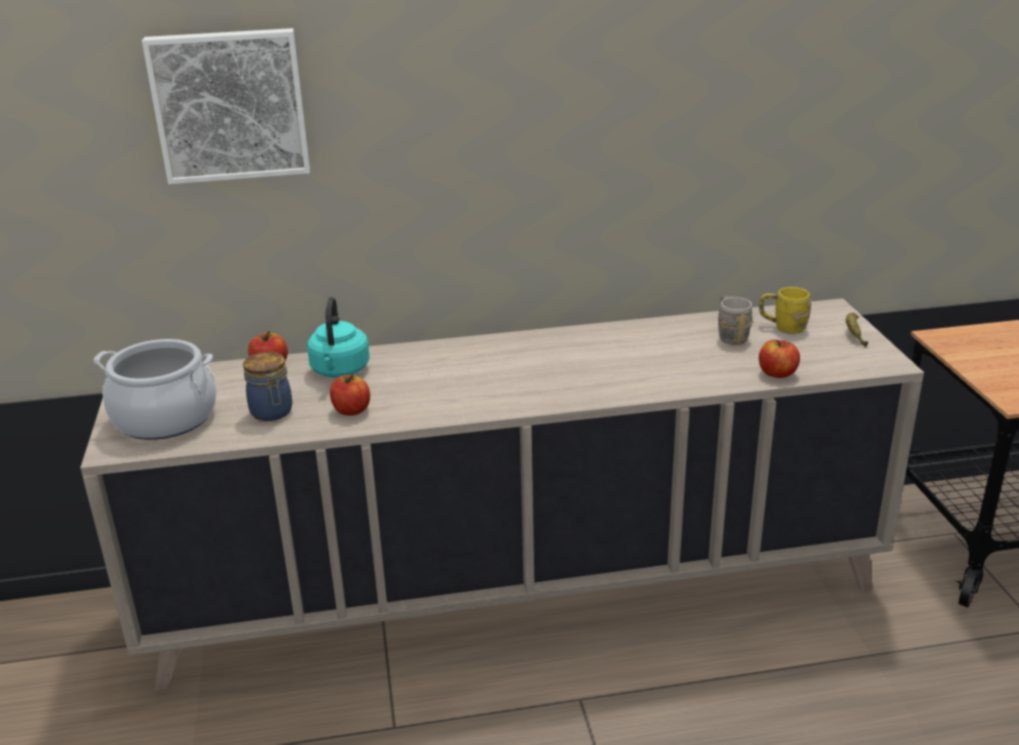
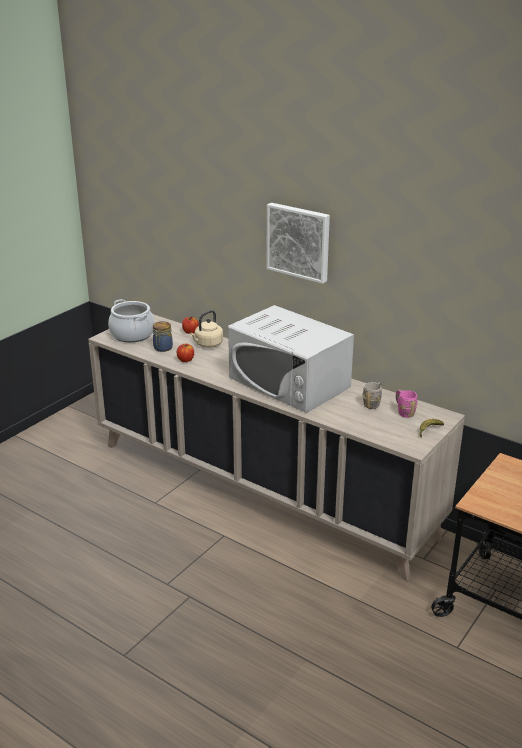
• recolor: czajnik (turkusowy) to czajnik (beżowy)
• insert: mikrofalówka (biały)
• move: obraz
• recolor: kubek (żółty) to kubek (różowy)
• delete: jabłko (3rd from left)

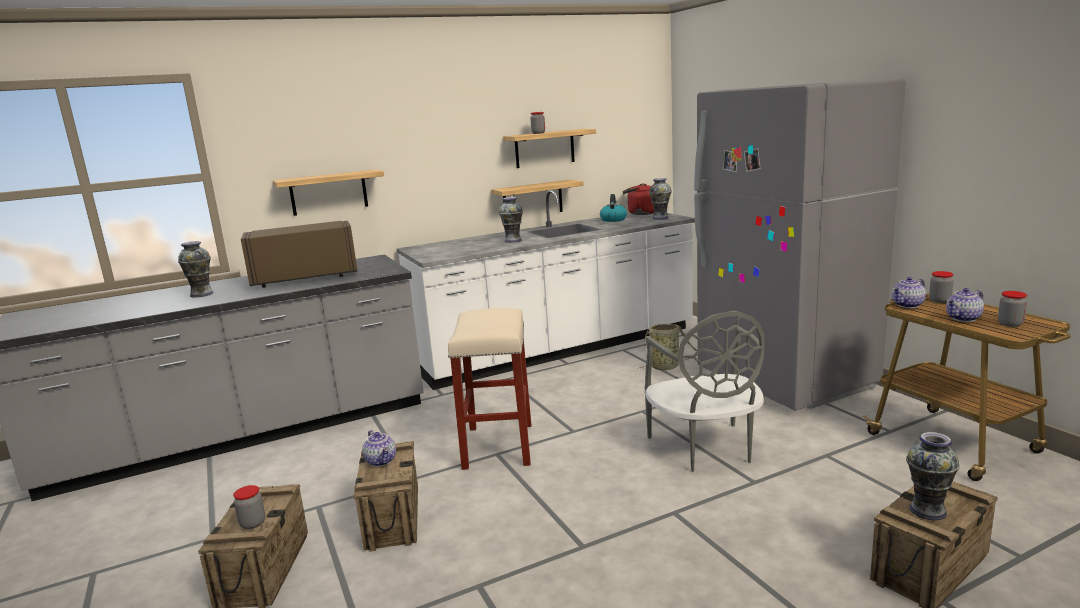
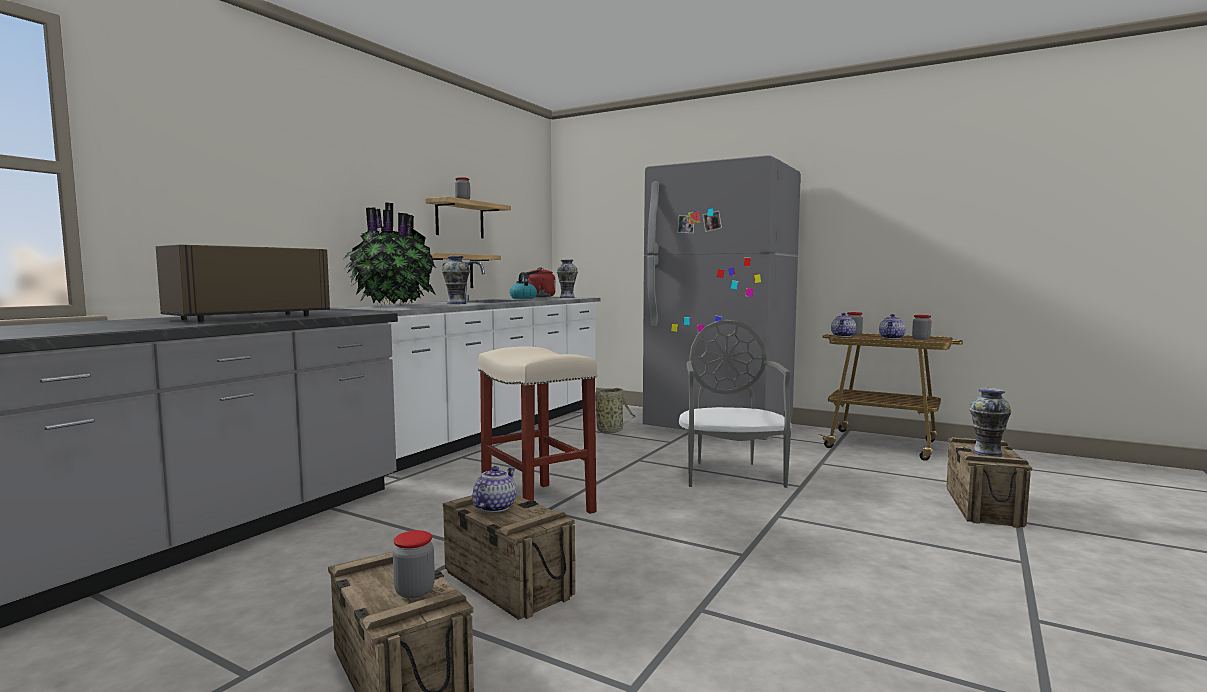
• insert: roślina doniczkowa
• rotate: imbryk (1st from left) 90 degrees counterclockwise
• rotate: krzesło (szary) 135 degrees counterclockwise
• delete: wazon (1st from left)
• delete: półka (1st from left)

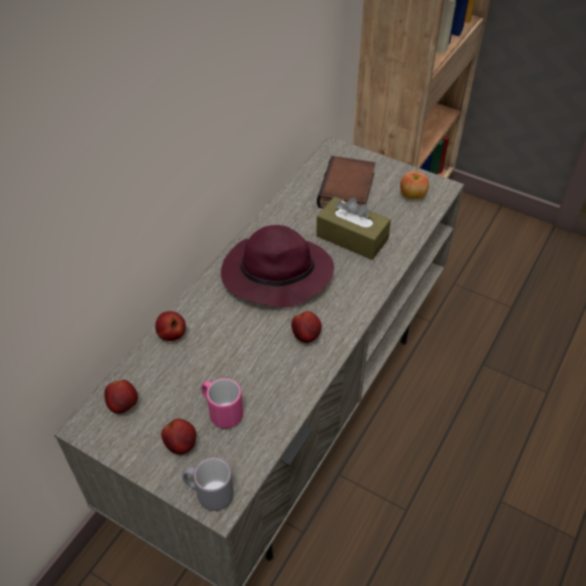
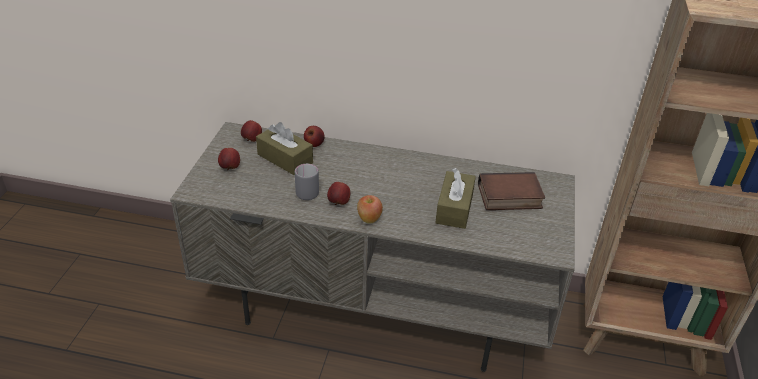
• insert: pudełko chusteczek (brązowy) (1st from left)
• move: kubek (szary)
• move: jabłko (5th from left)
• delete: kubek (różowy)
• delete: kapelusz (fioletowy)

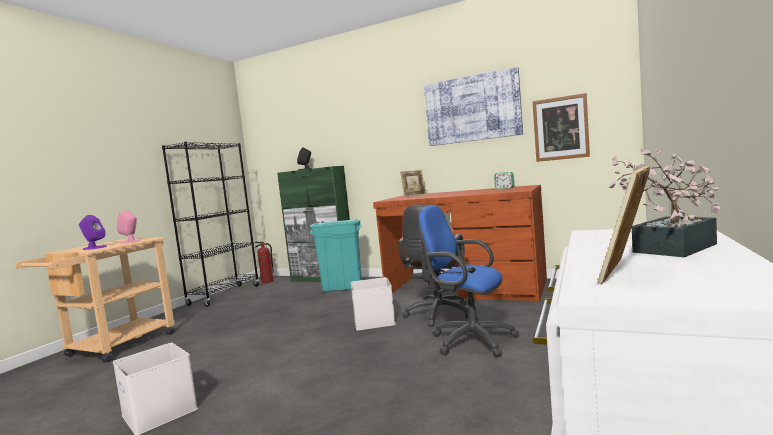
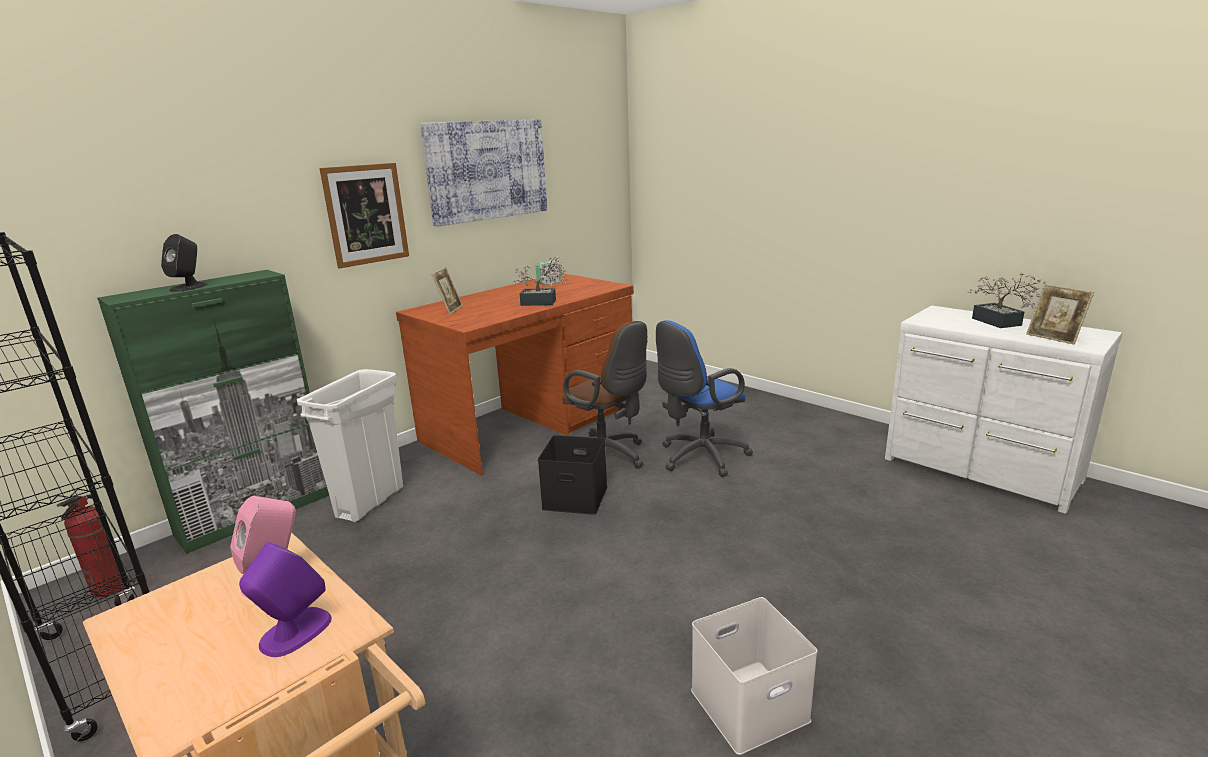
• recolor: kosz na śmieci (turkusowy) to kosz na śmieci (biały)
• move: obraz (2nd from left in the first image) to obraz (1st from left)
• insert: roślina doniczkowa (1st from left)
• recolor: pojemnik do przechowywania (biały) (2nd from left) to pojemnik do przechowywania (czarny)

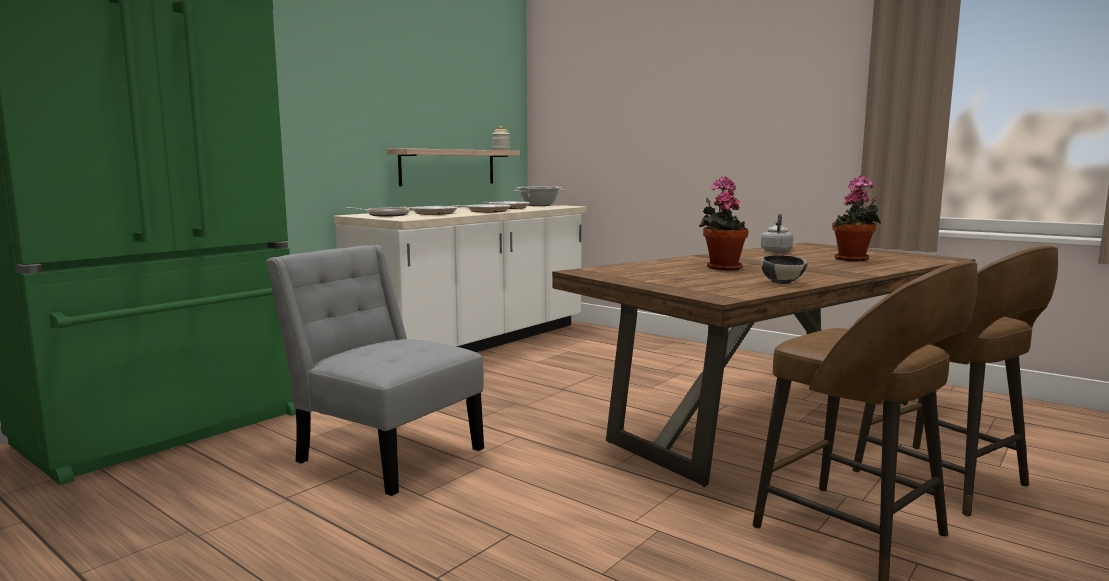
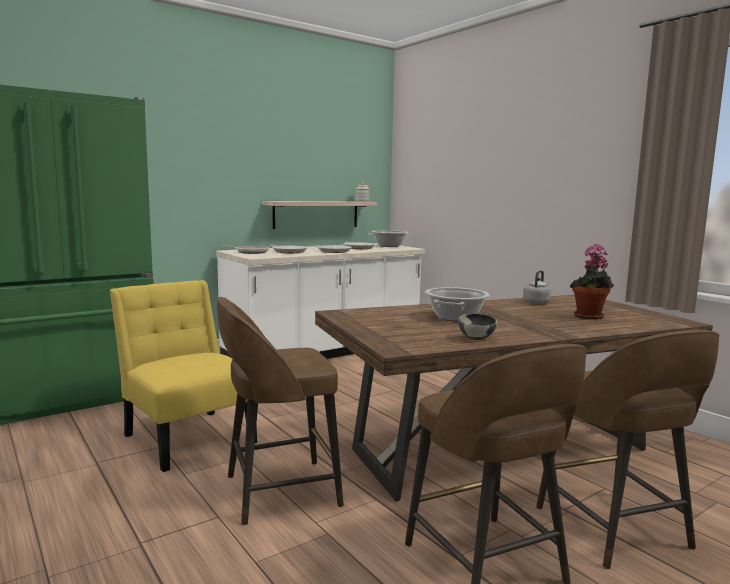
• recolor: krzesło (szary) to krzesło (żółty)
• insert: stołek (brązowy) (1st from left)
• replace: roślina doniczkowa (1st from left) to garnek (2nd from left)

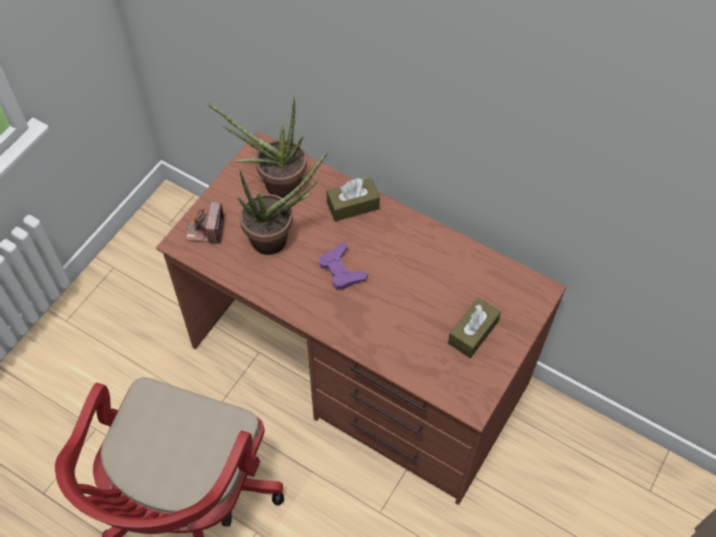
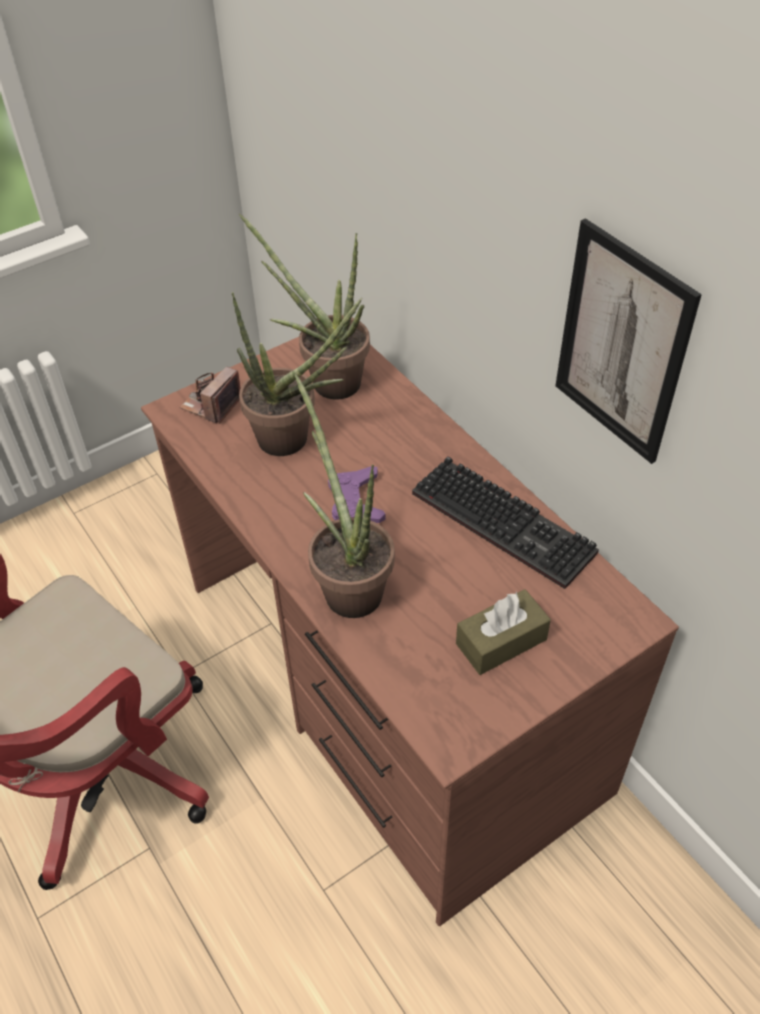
• insert: roślina doniczkowa (3rd from left)
• insert: klawiatura
• insert: obraz
• delete: pudełko chusteczek (brązowy) (1st from left)

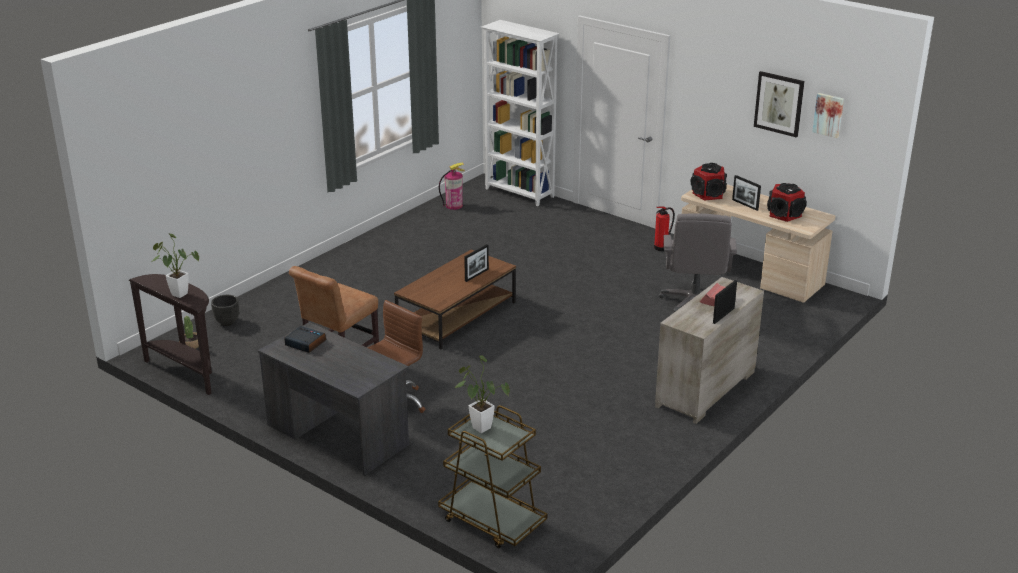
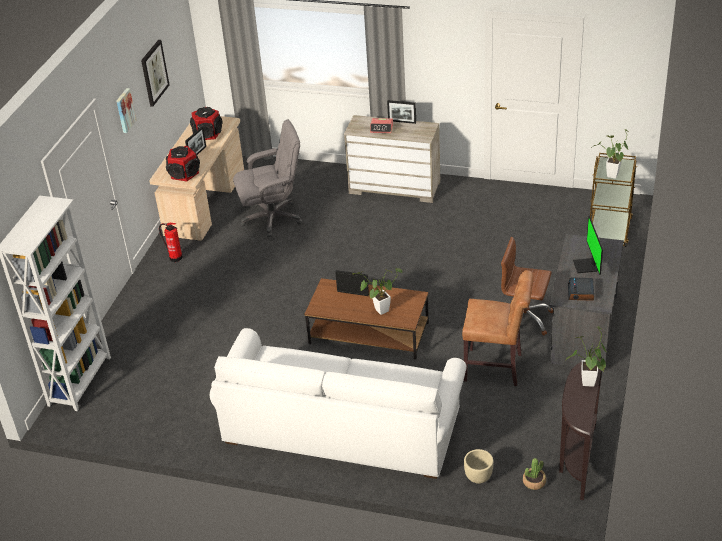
• move: obraz (2nd from left in the first image) to obraz (1st from left)
• insert: kanapa (biały)
• insert: roślina doniczkowa (1st from left)
• recolor: donica (czarny) to donica (beżowy)
• insert: monitor
• delete: gaśnica (1st from left)

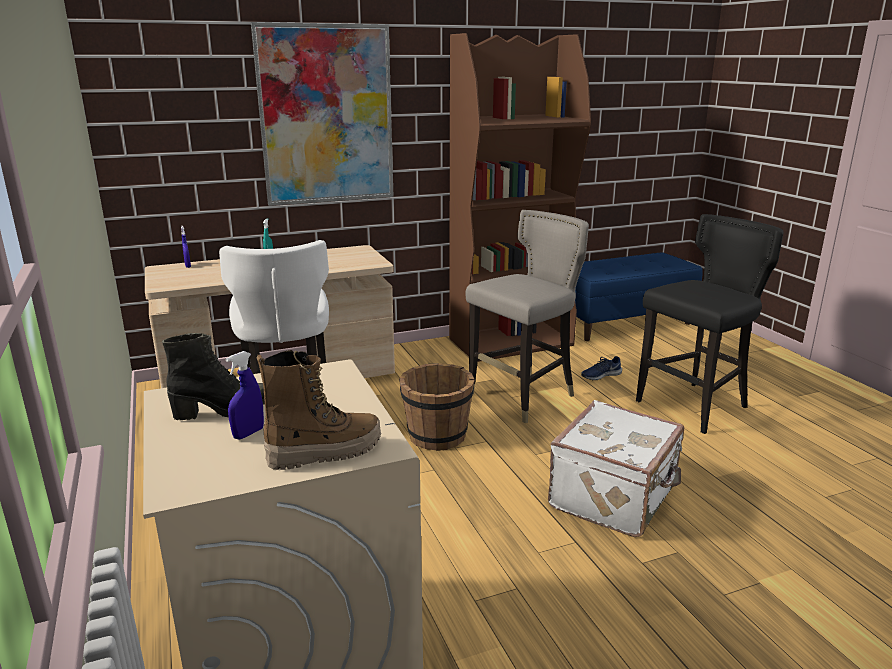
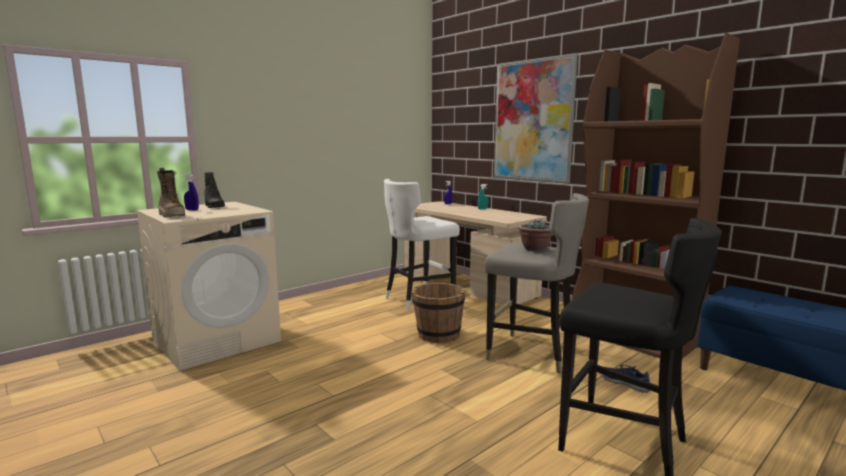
• insert: roślina doniczkowa
• delete: walizka (biały)

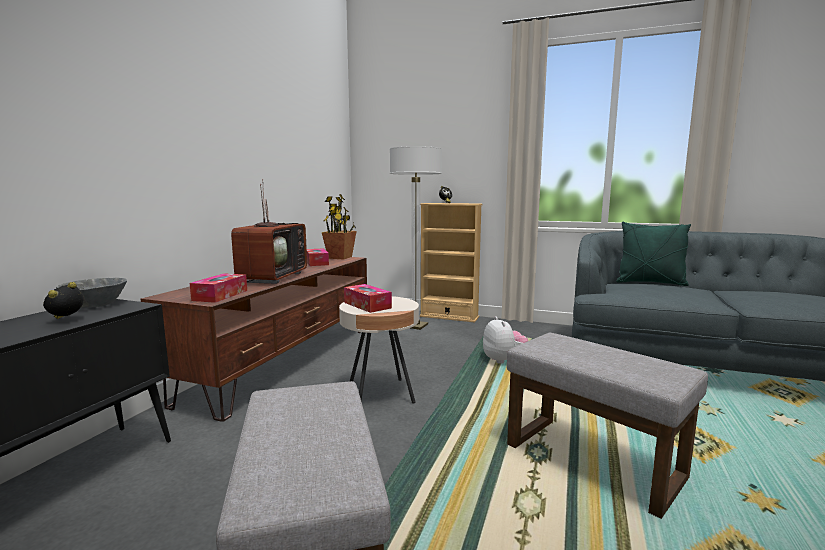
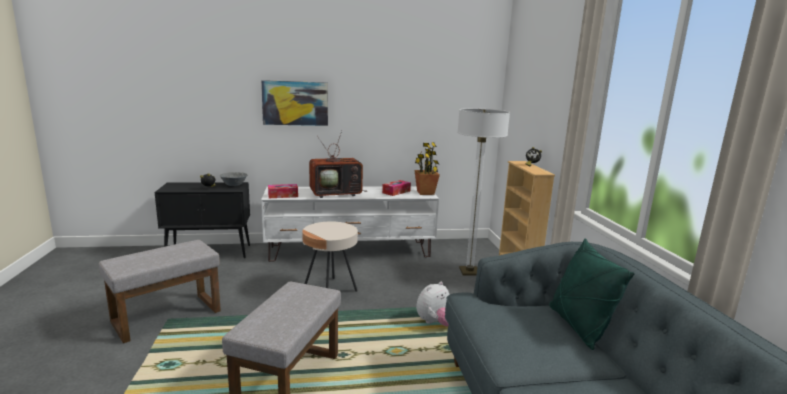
• insert: obraz
• recolor: szafka pod telewizor (brązowy) to szafka pod telewizor (biały)
• delete: pudełko chusteczek (3rd from left)

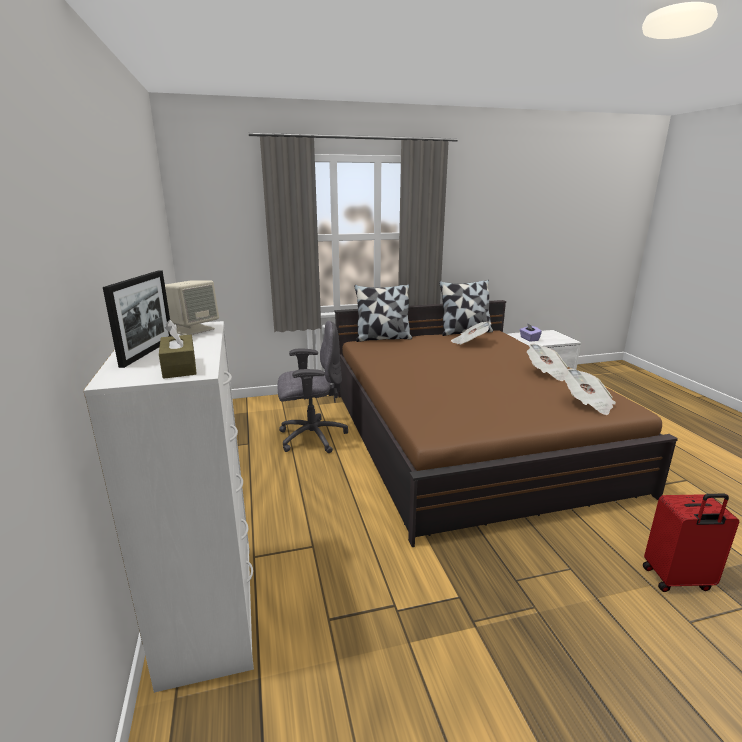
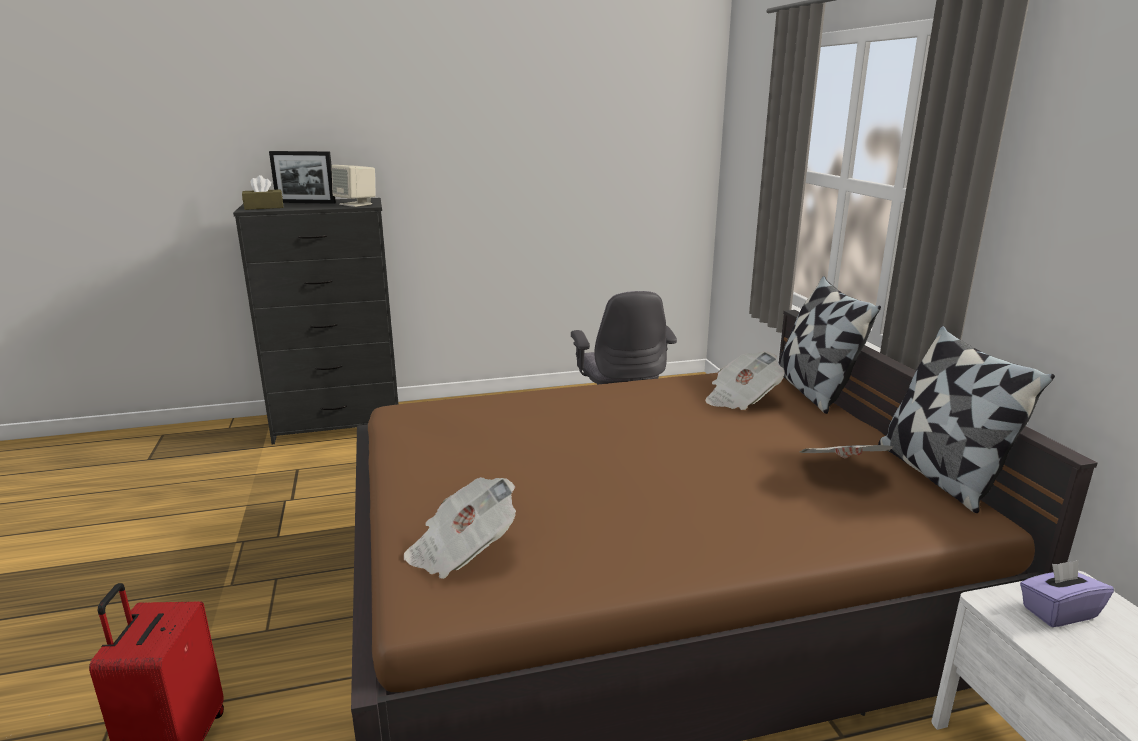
• recolor: komoda (biały) to komoda (czarny)
• move: gazeta (2nd from left)

